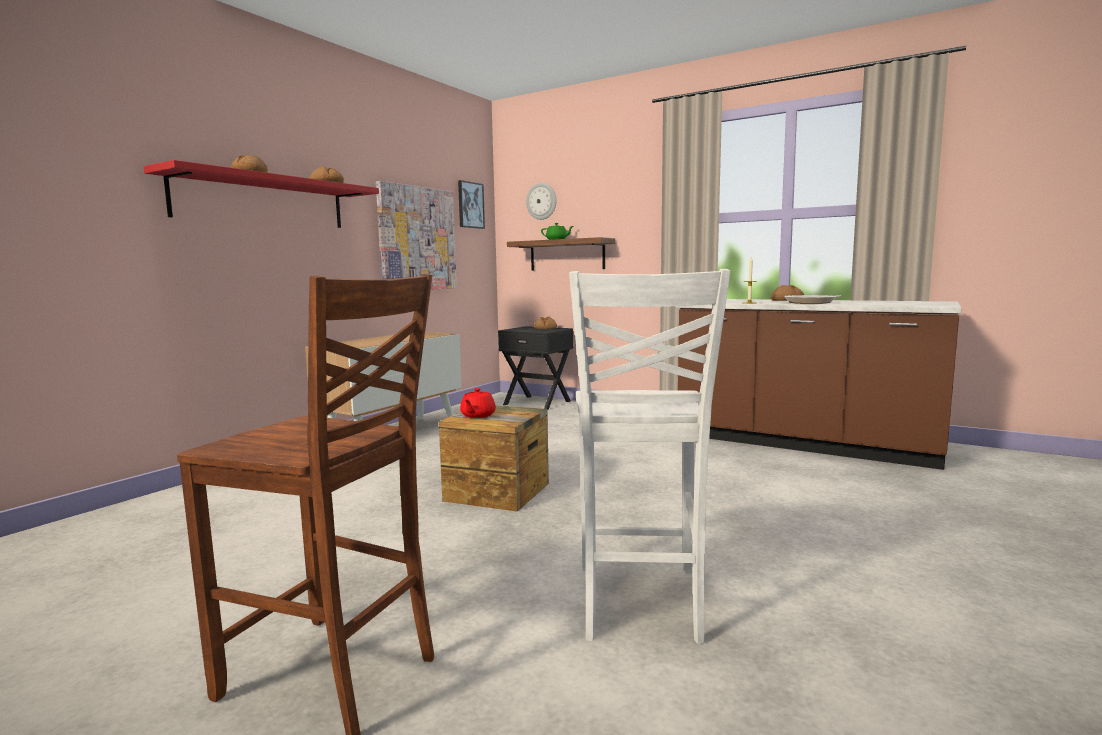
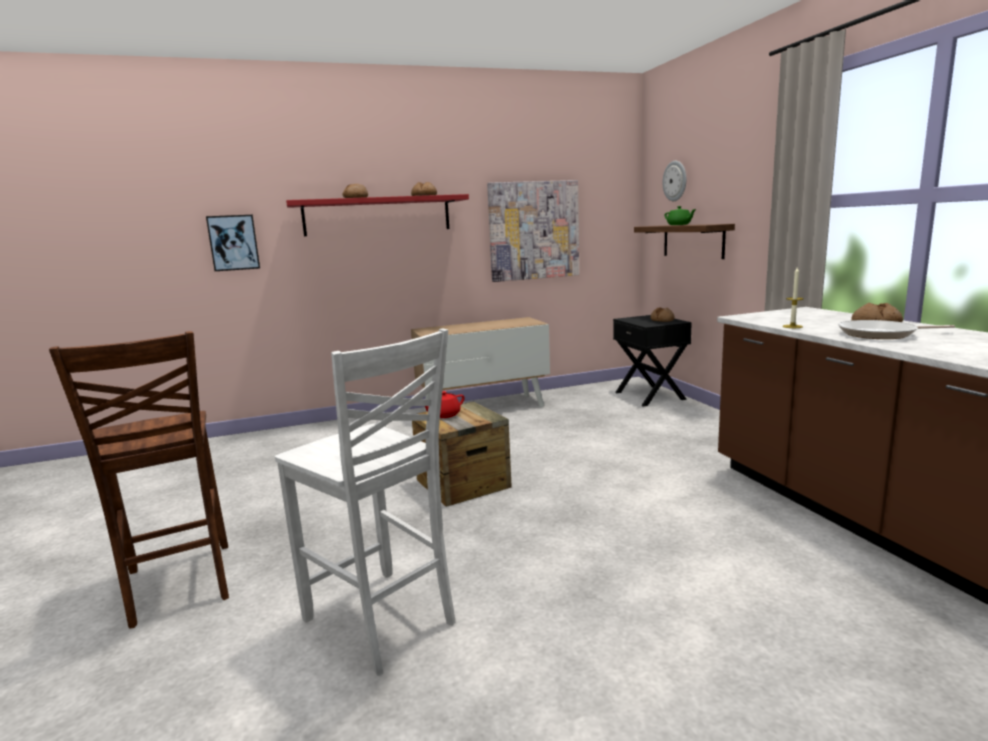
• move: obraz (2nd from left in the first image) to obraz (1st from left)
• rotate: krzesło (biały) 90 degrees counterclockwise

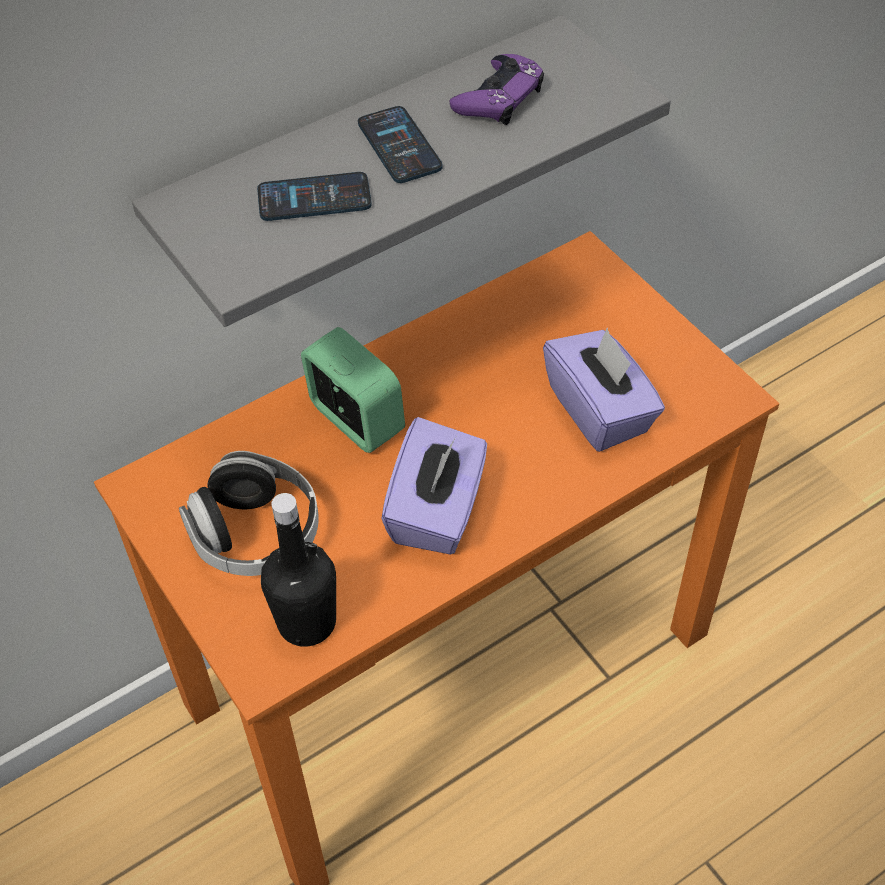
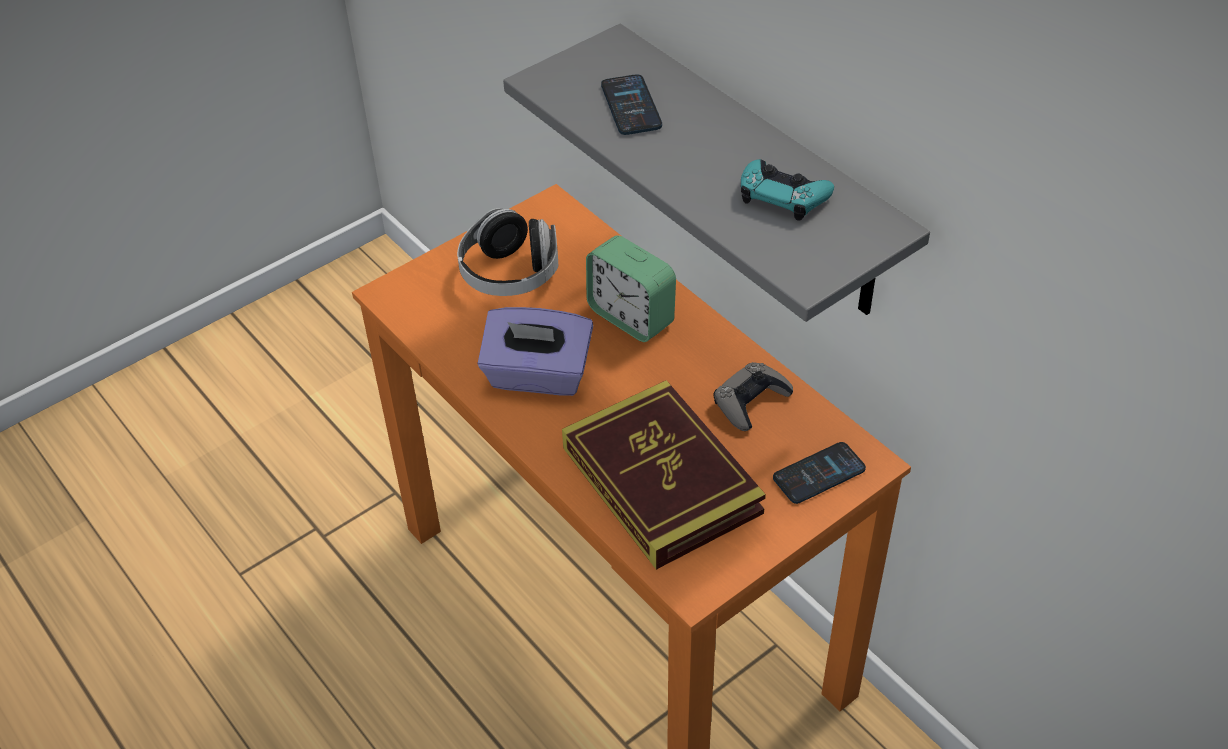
• replace: pudełko chusteczek (fioletowy) (2nd from left) to książka
• rotate: budzik 90 degrees clockwise
• insert: pad do gier (szary)
• recolor: pad do gier (fioletowy) to pad do gier (turkusowy)
• move: telefon (2nd from left)
• delete: butelka (czarny)

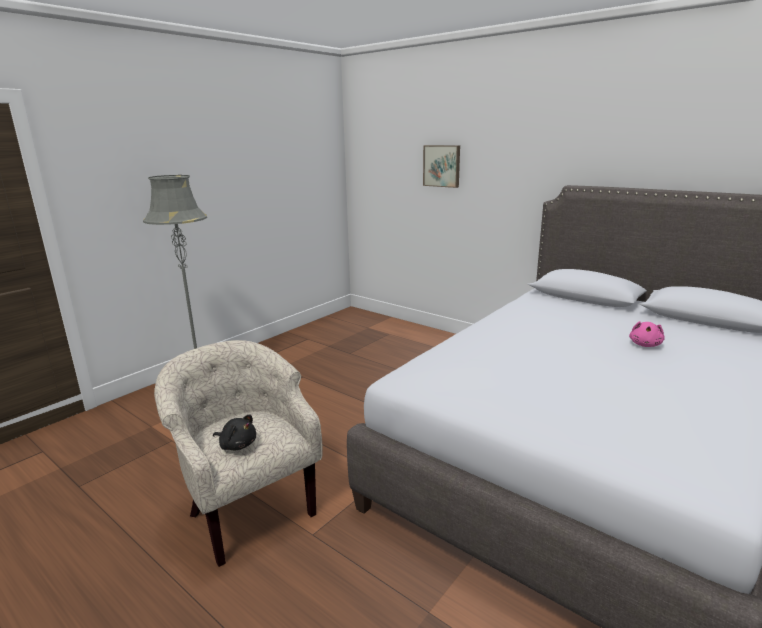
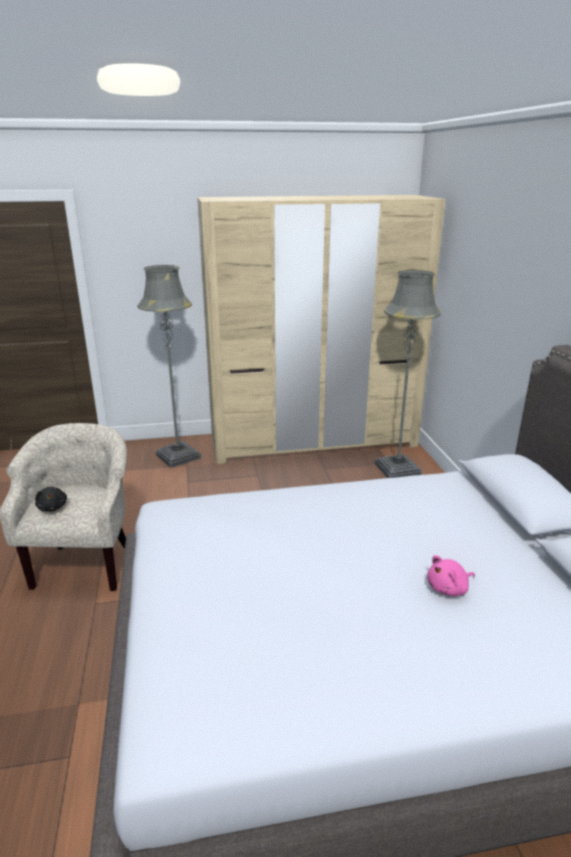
• insert: szafa (beżowy)
• insert: lampa stojąca (szary) (2nd from left)
• delete: obraz

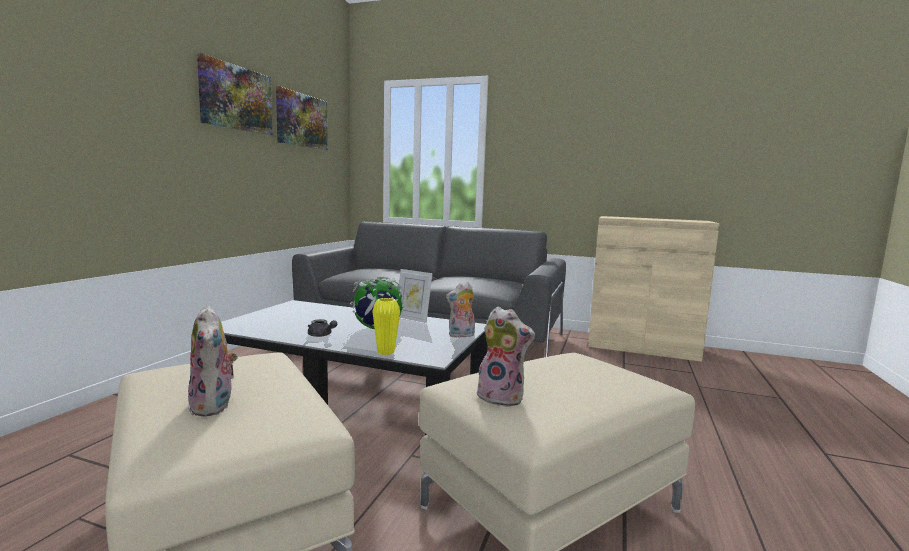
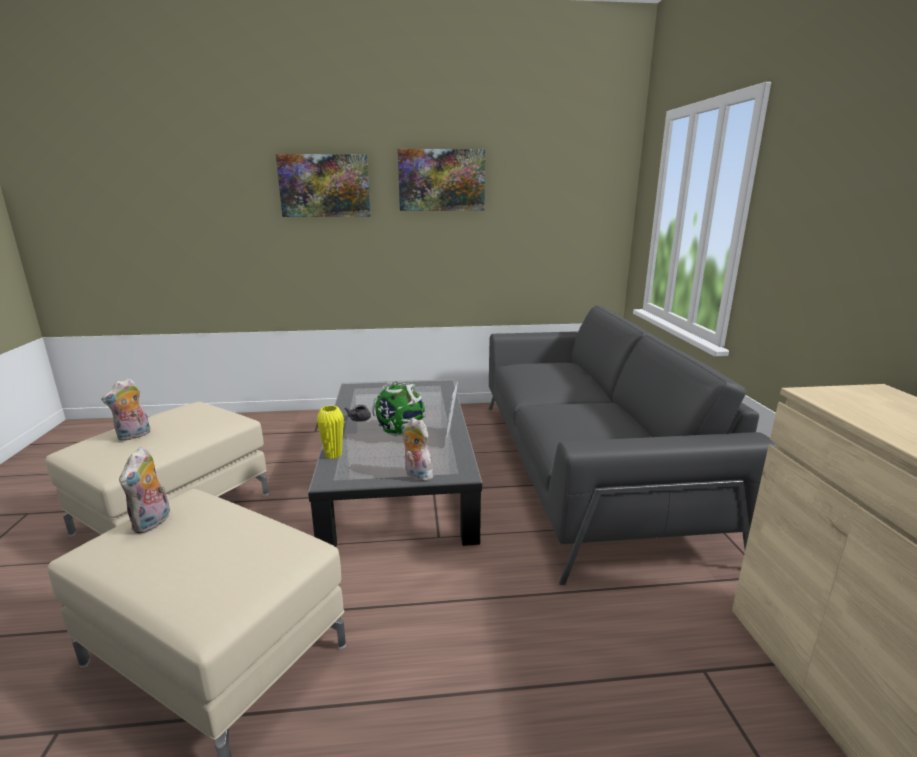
• move: obraz (2nd from left in the first image) to obraz (1st from left)

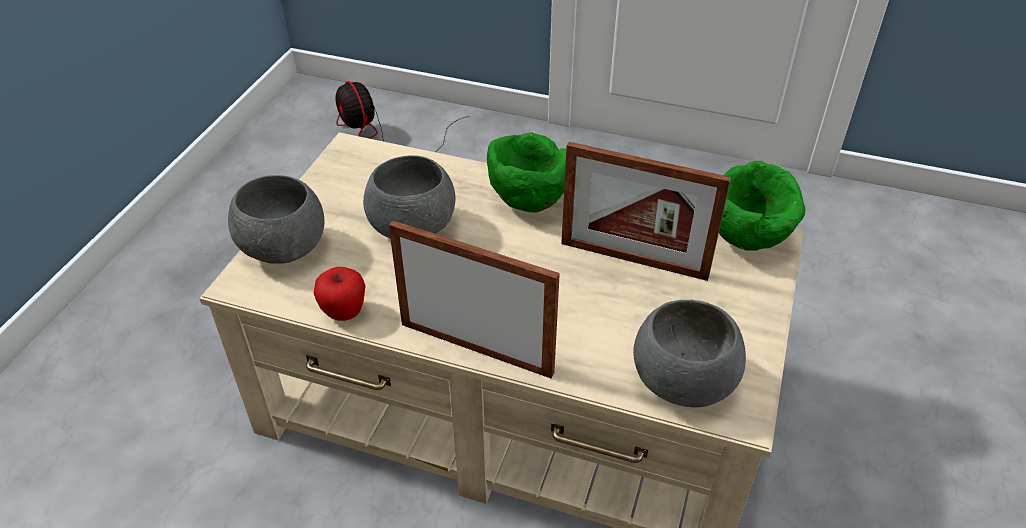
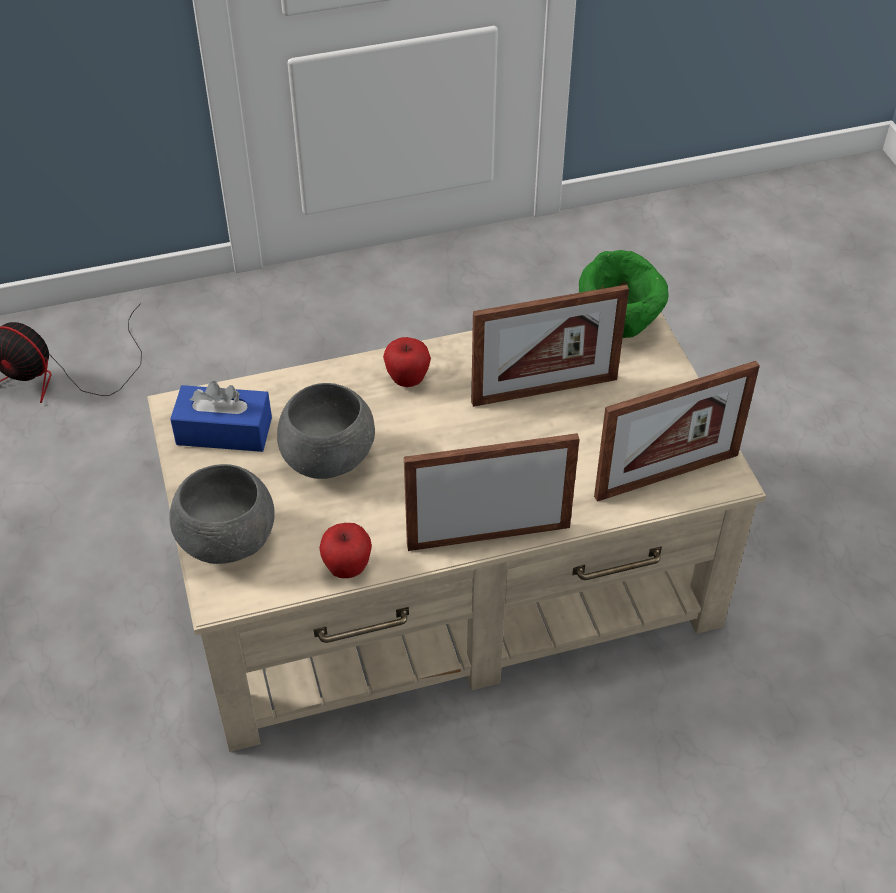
• insert: pudełko chusteczek (niebieski)
• replace: miska (zielony) (1st from left) to jabłko (2nd from left)
• replace: miska (szary) (3rd from left) to ramka na zdjęcie (3rd from left)

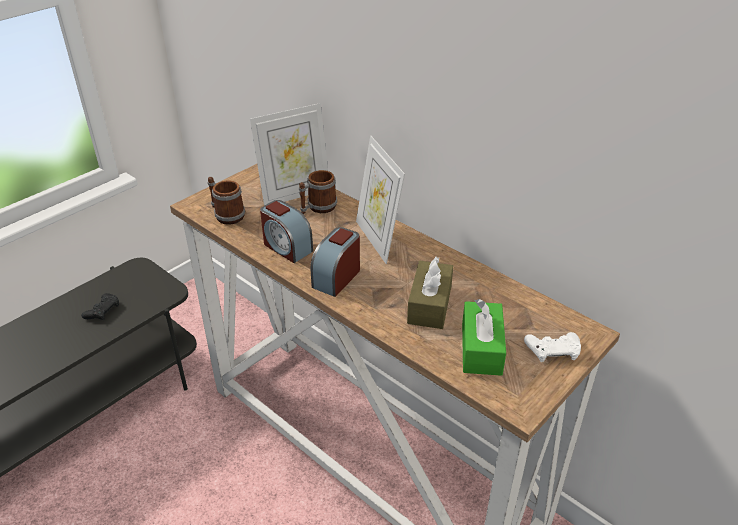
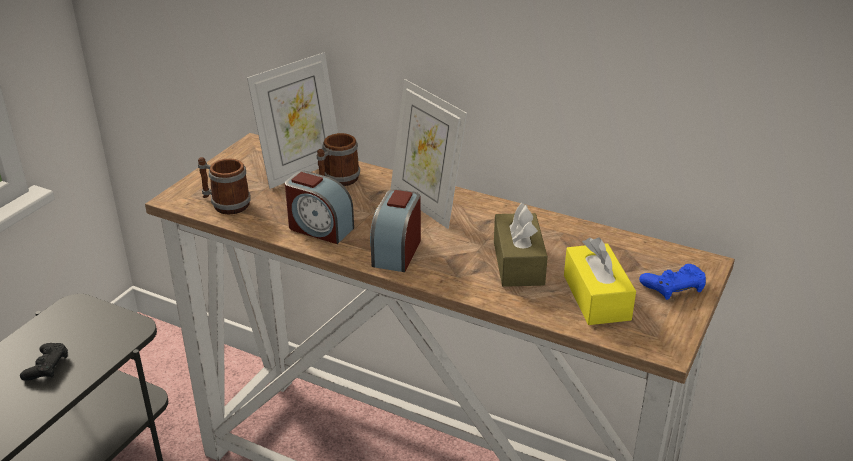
• recolor: pudełko chusteczek (zielony) to pudełko chusteczek (żółty)
• recolor: pad do gier (biały) to pad do gier (niebieski)

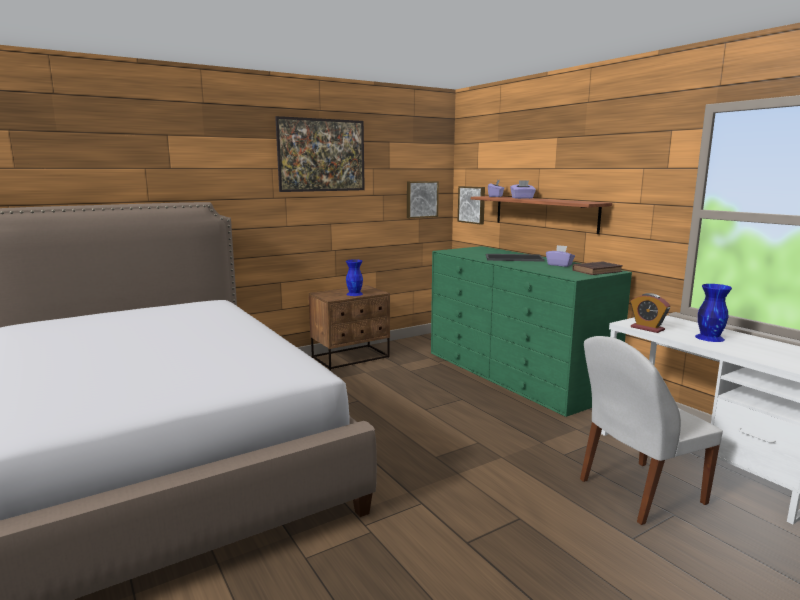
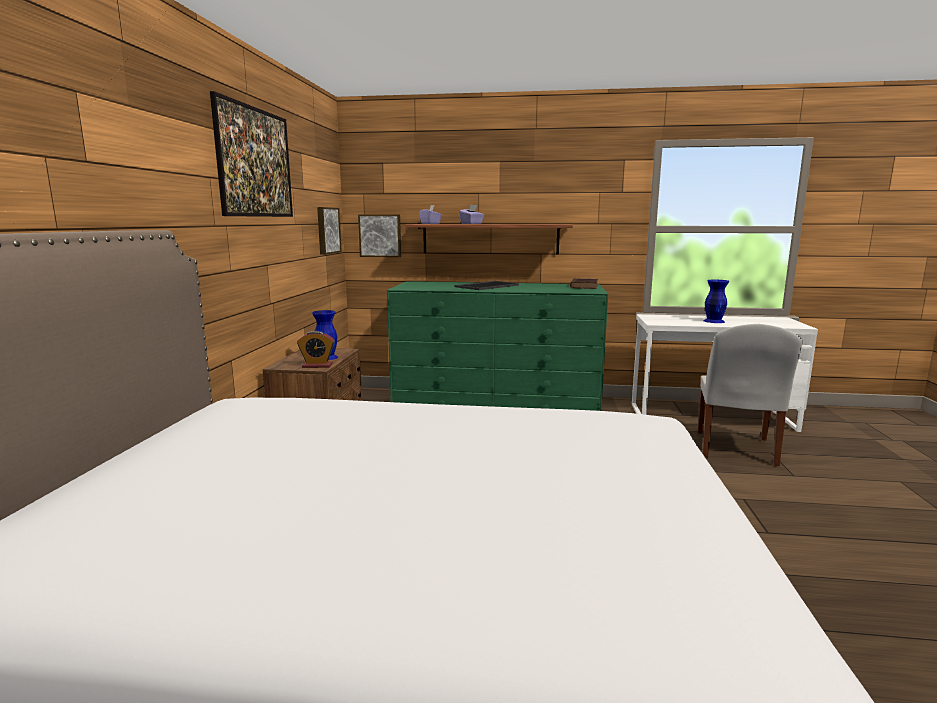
• move: budzik
• delete: pudełko chusteczek (fioletowy) (3rd from left)

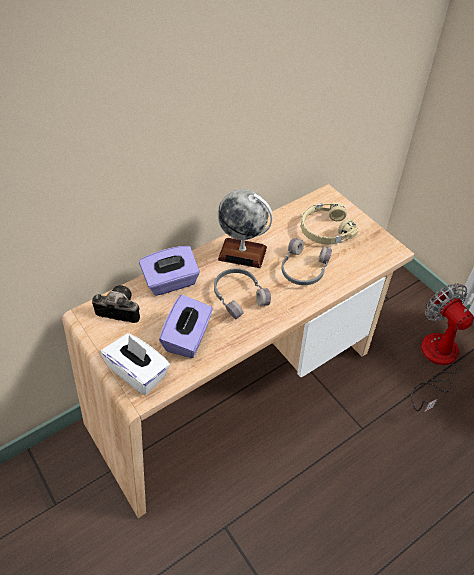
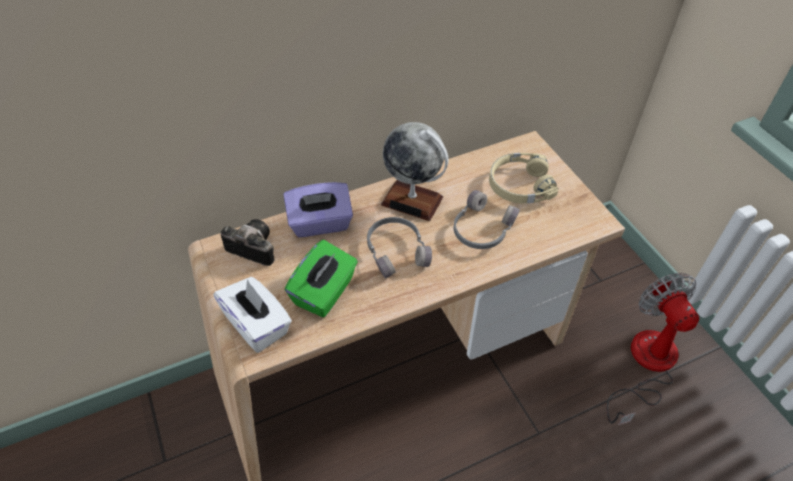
• recolor: pudełko chusteczek (fioletowy) (2nd from left) to pudełko chusteczek (zielony)

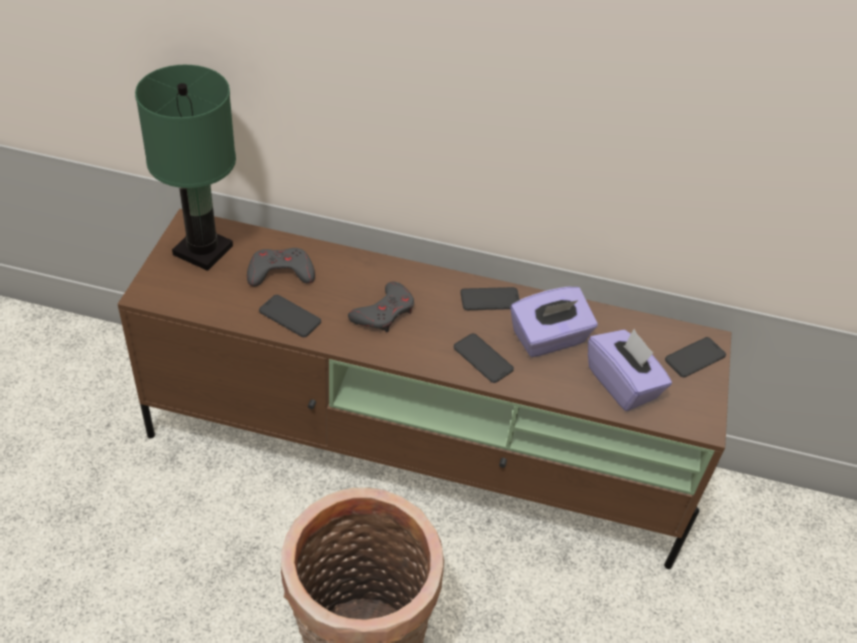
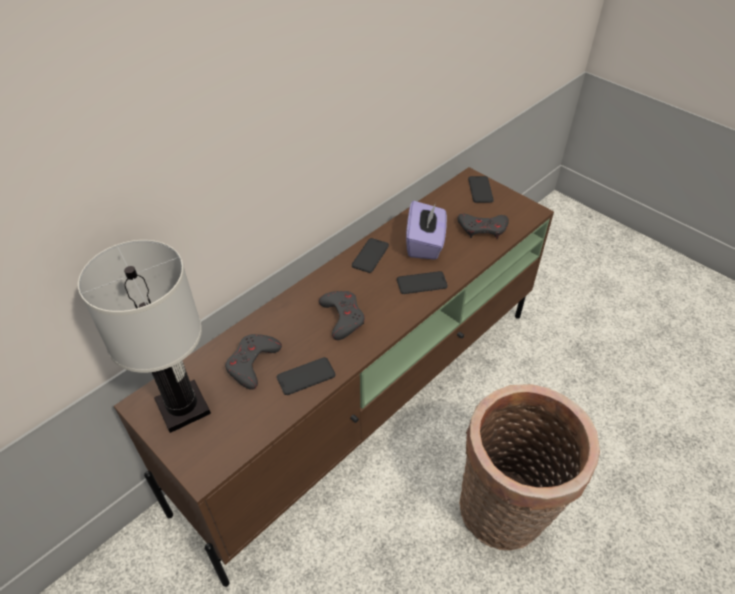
• recolor: lampa stołowa (zielony) to lampa stołowa (biały)
• replace: pudełko chusteczek (fioletowy) (2nd from left) to pad do gier (szary) (3rd from left)

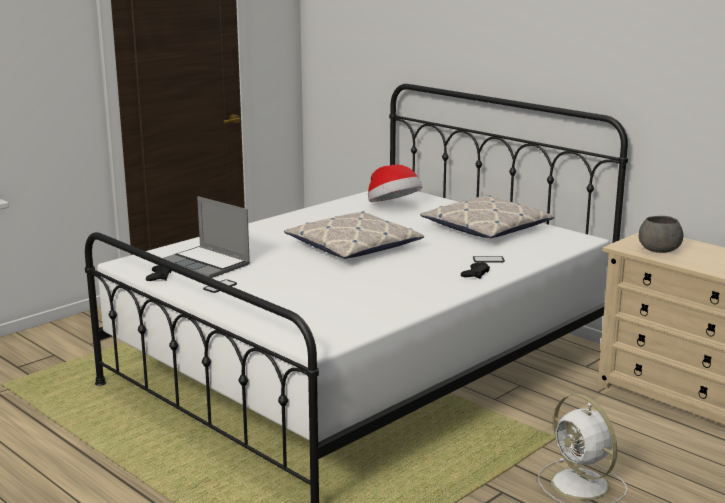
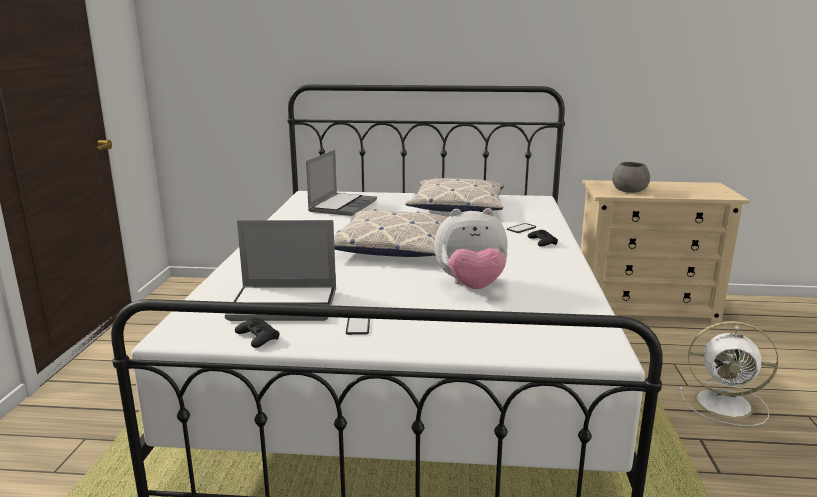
• replace: kapelusz to laptop (2nd from left)
• insert: pluszak

